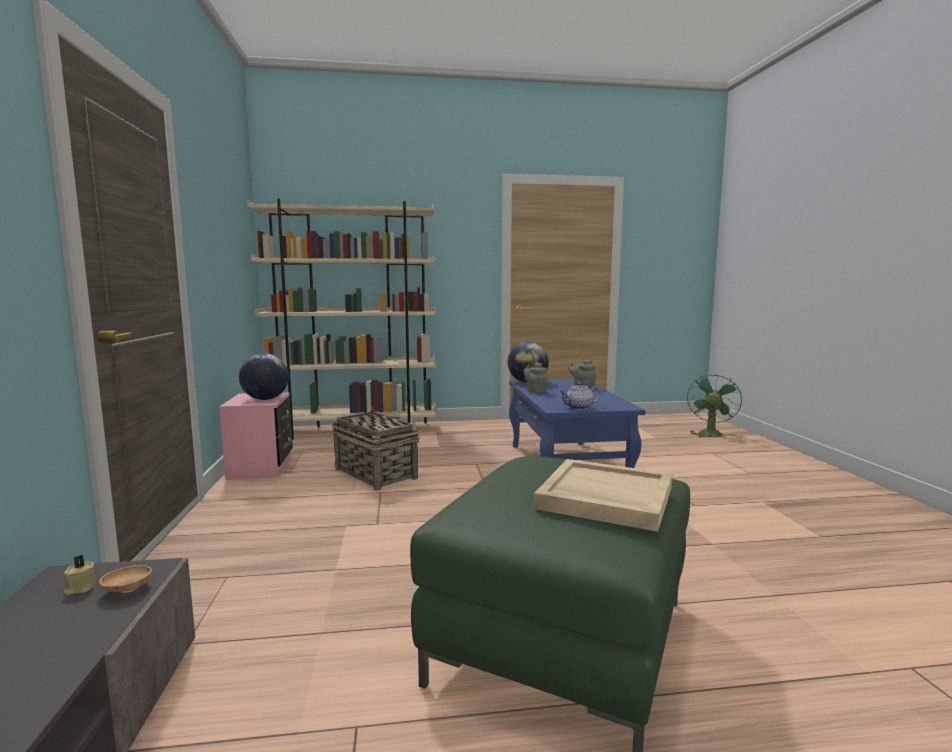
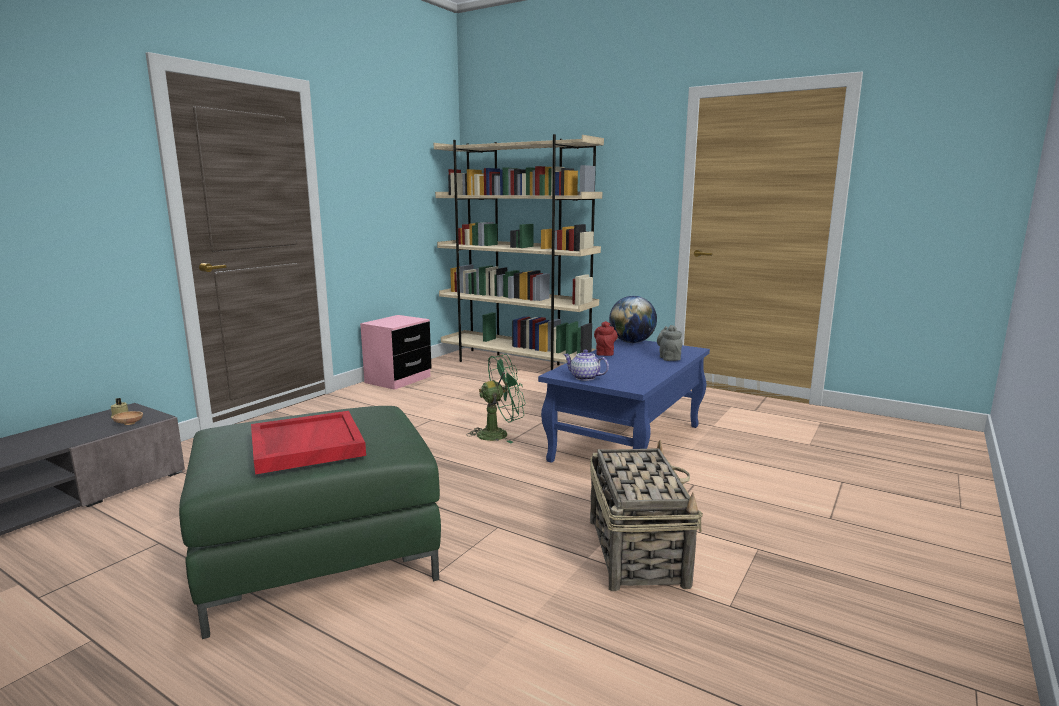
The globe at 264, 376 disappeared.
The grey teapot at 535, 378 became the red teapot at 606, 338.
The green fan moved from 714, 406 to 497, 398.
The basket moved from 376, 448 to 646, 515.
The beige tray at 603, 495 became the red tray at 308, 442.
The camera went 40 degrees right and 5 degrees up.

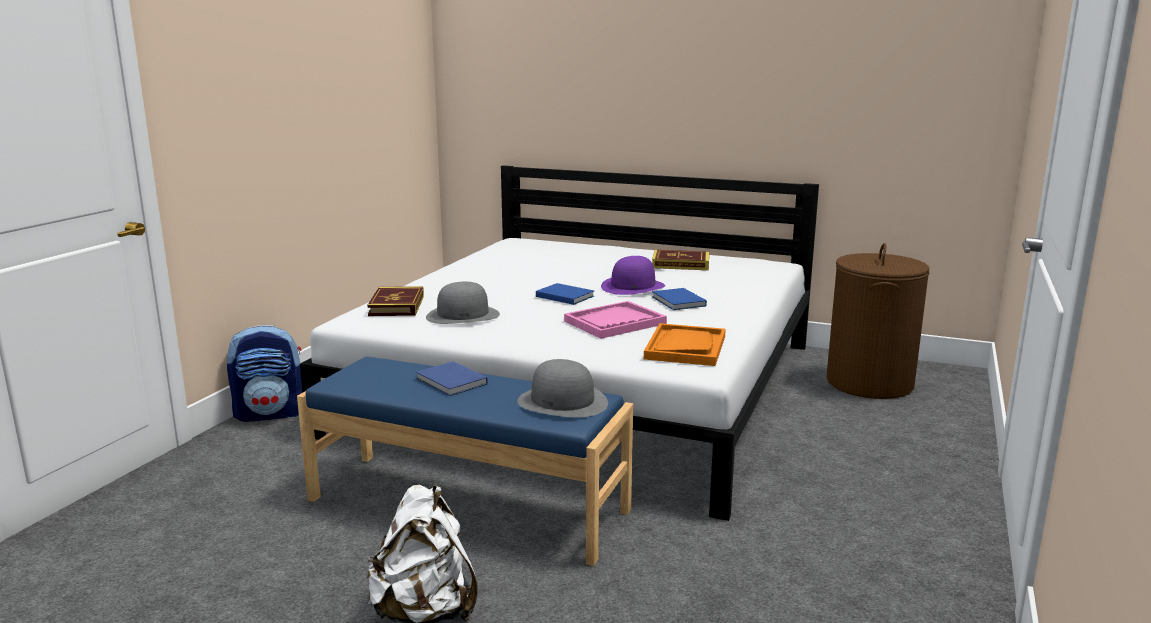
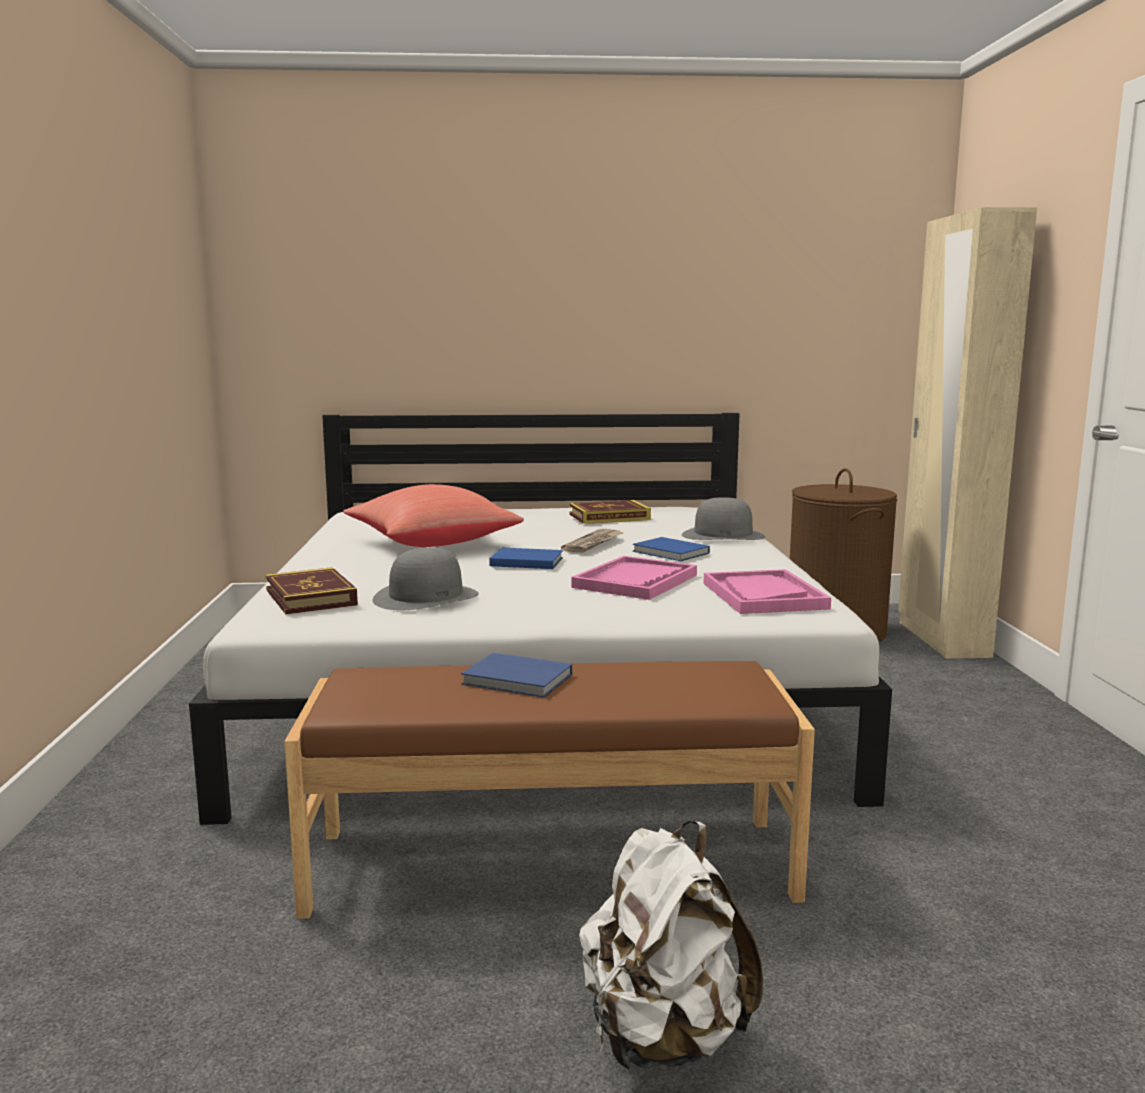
The purple hat at 633, 275 was replaced by the newspaper at 592, 541.
The orange tray at 685, 344 became the pink tray at 767, 591.
The backpack at 265, 373 disappeared.
The blue bench at 465, 461 became the brown bench at 549, 790.
The grey hat moved from 562, 388 to 723, 518.
The beige wardrobe at 967, 433 appeared.
The red pillow at 434, 515 appeared.
The camera went 25 degrees left and 5 degrees down.

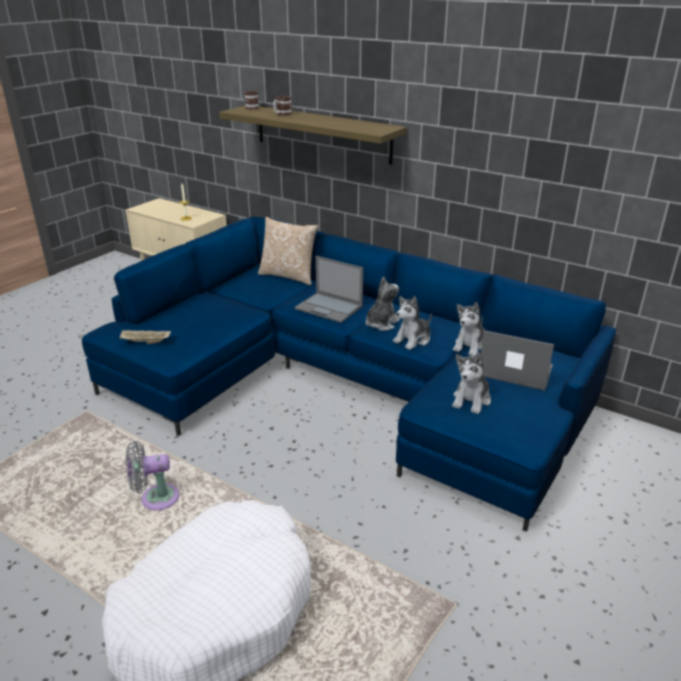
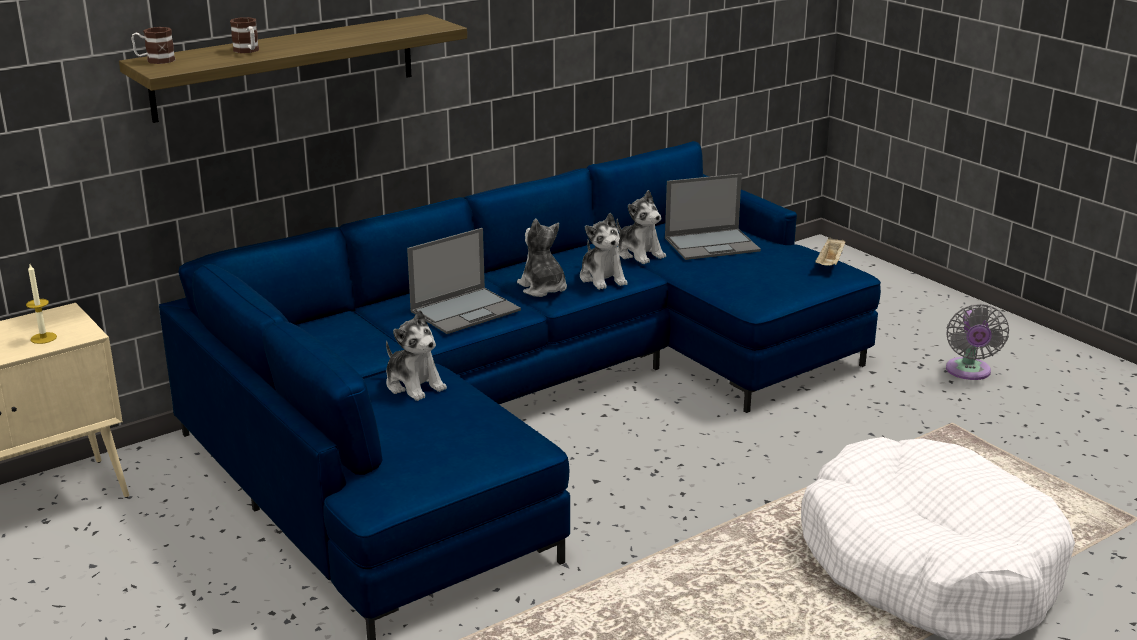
The pillow at 288, 251 disappeared.
The beige tray moved from 145, 337 to 830, 251.
The laptop at 517, 360 turned 150 degrees counterclockwise.
The plush toy moved from 471, 383 to 416, 355.
The grey fan moved from 153, 475 to 977, 342.
The camera went 70 degrees left and 5 degrees down.

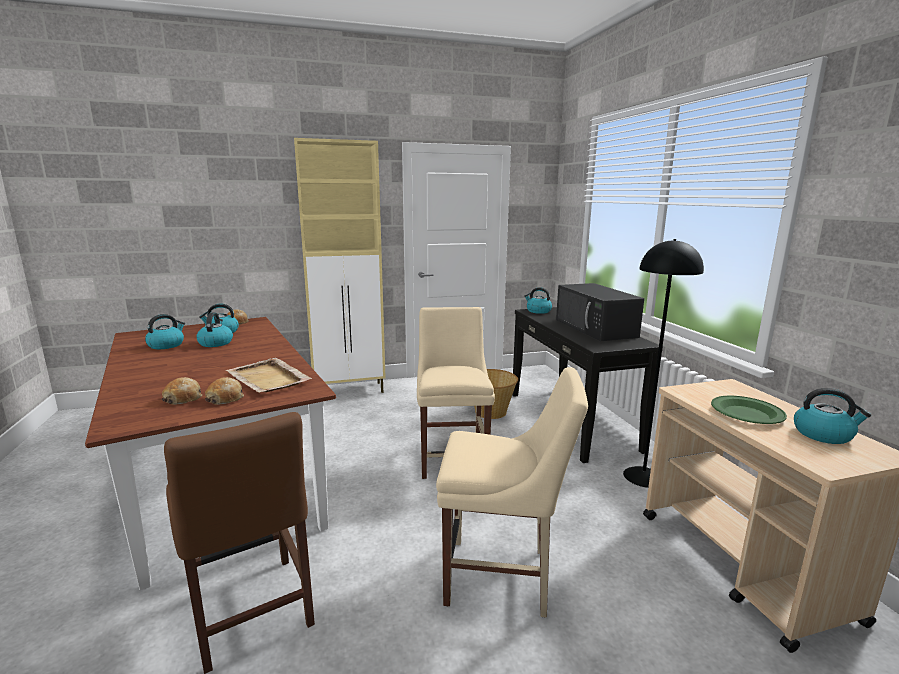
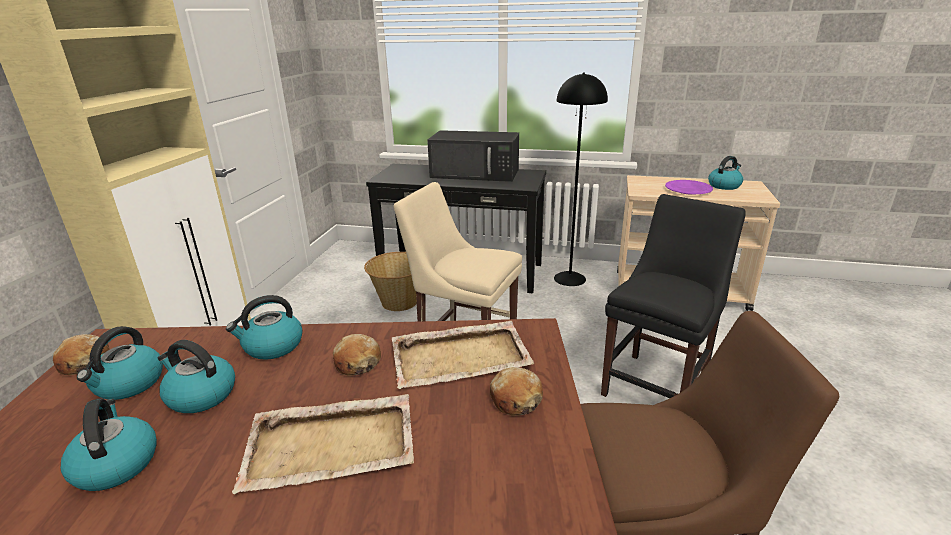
The kettle moved from 538, 300 to 264, 327.
The beige chair at 512, 492 became the black chair at 673, 296.
The bread moved from 182, 391 to 357, 355.
The green plate at 749, 410 became the purple plate at 689, 187.
The beige tray at 323, 444 appeared.
The camera went 60 degrees left and 10 degrees up.

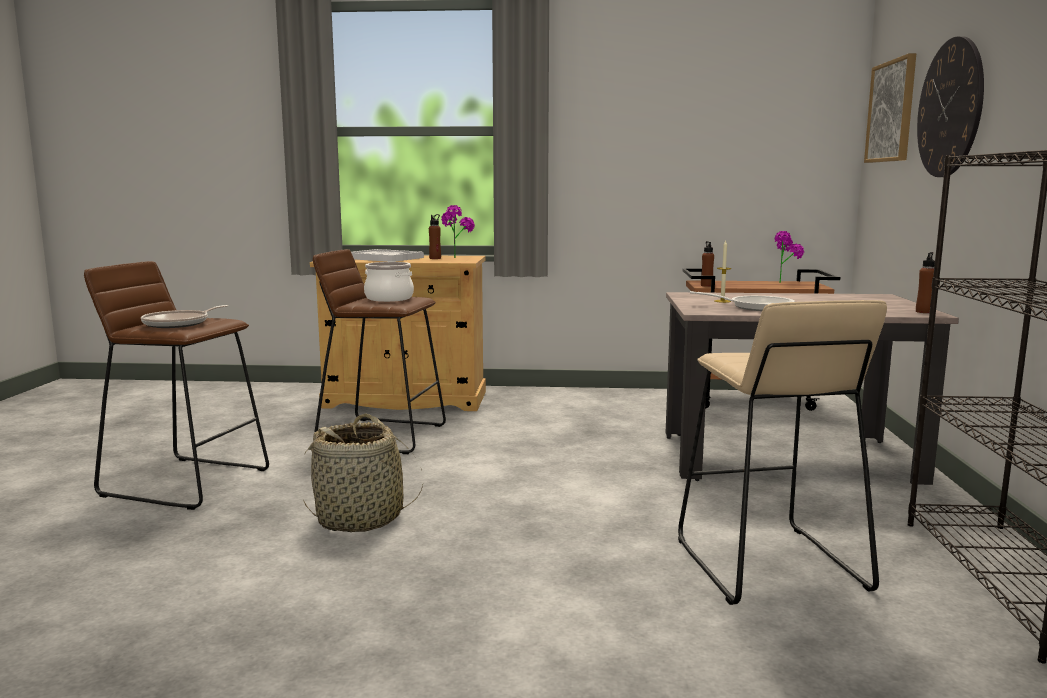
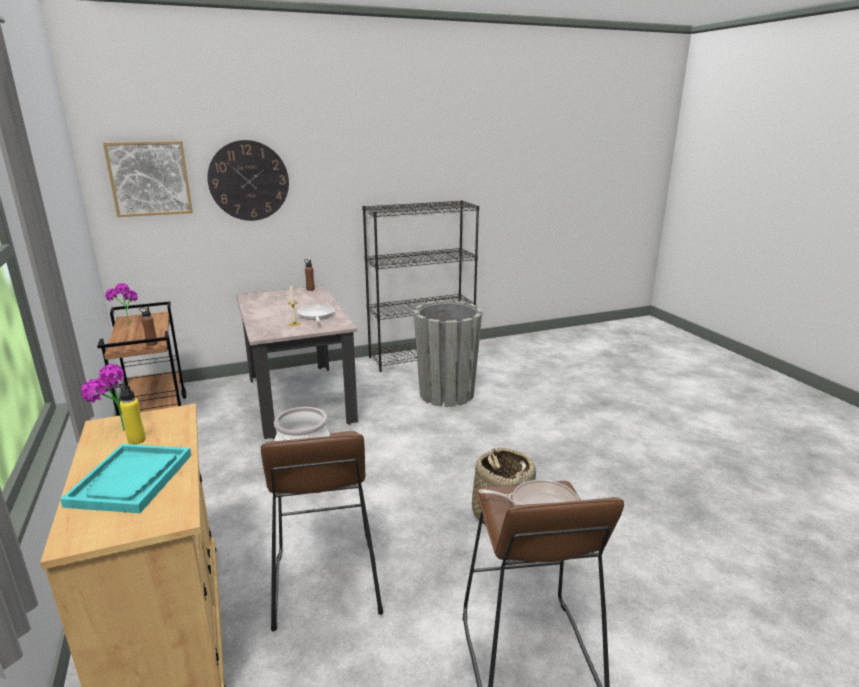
The brown bottle at 435, 236 became the yellow bottle at 132, 414.
The white tray at 387, 255 became the turquoise tray at 125, 478.
The beige stool at 782, 452 was replaced by the grey planter at 447, 354.
The camera went 115 degrees left and 10 degrees up.

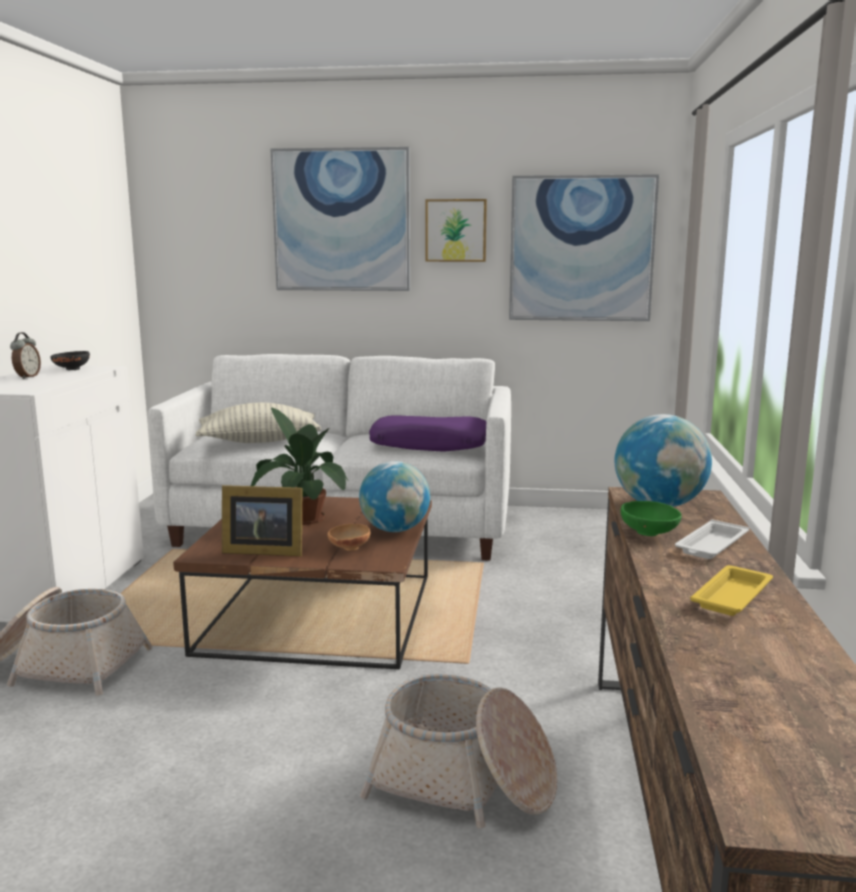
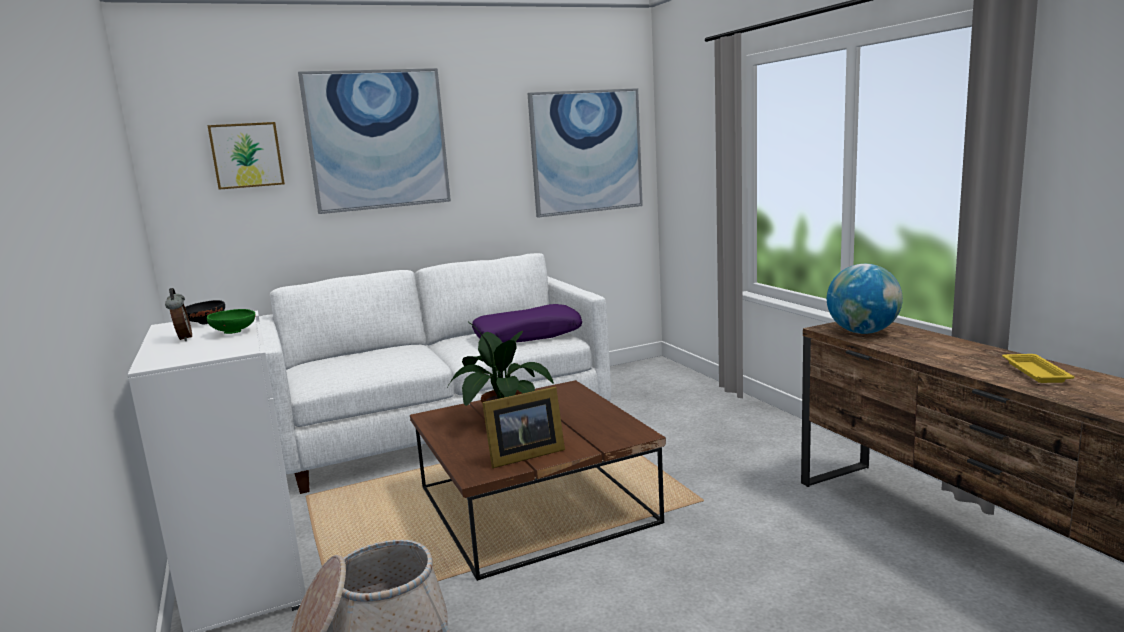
The picture moved from 456, 230 to 246, 156.
The pillow at 258, 423 disappeared.
The globe at 394, 496 disappeared.
The green bowl moved from 651, 518 to 231, 321.
The white tray at 712, 539 disappeared.
The brown bowl at 349, 537 disappeared.
The basket at 458, 751 disappeared.
The camera went 30 degrees left and 0 degrees up.

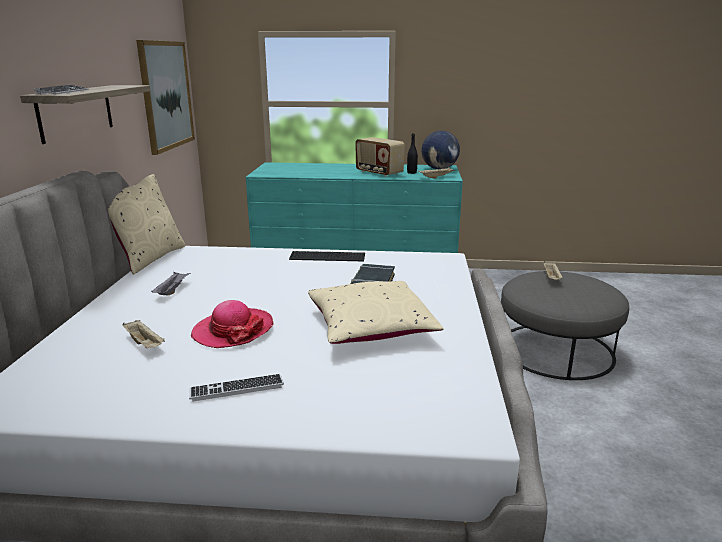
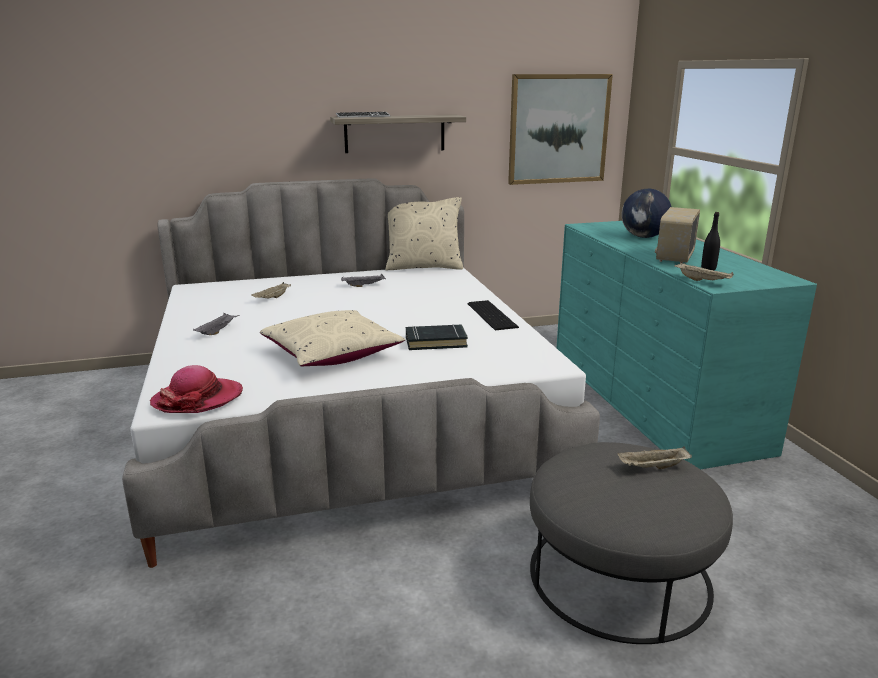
The globe moved from 441, 150 to 646, 213.
The hat moved from 232, 324 to 196, 389.
The keyboard at 236, 388 was replaced by the grey tray at 216, 323.
The camera went 70 degrees right and 0 degrees up.

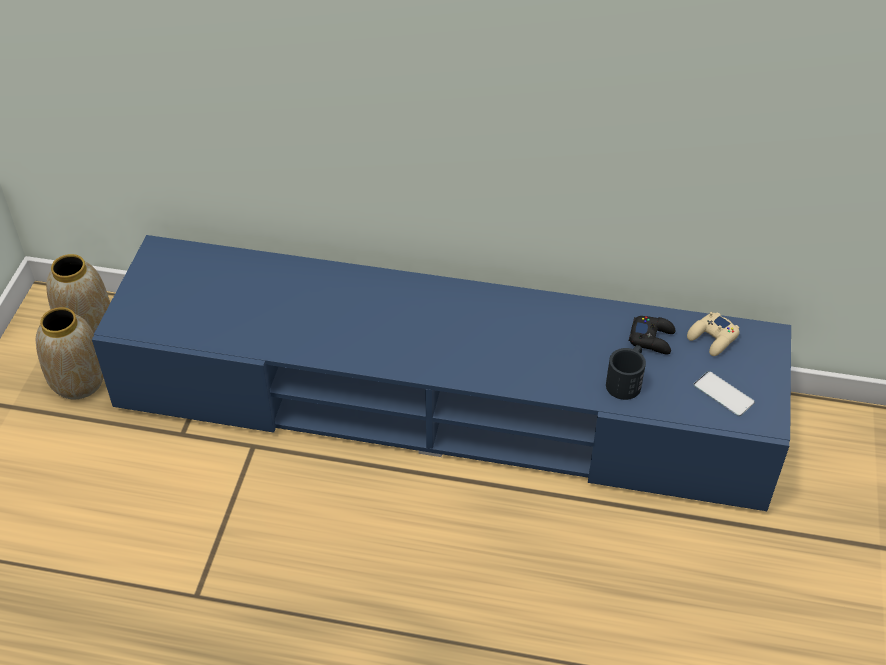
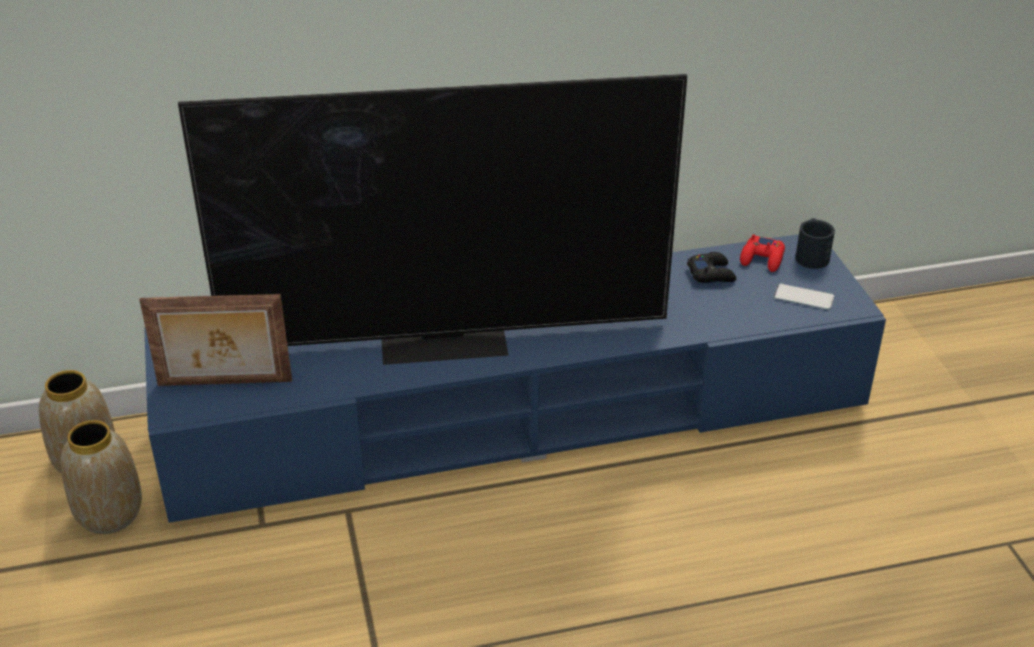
The beige game controller at 713, 334 became the red game controller at 762, 253.
The black mug moved from 626, 372 to 815, 243.
The television at 432, 219 appeared.
The picture frame at 215, 340 appeared.
The camera went 25 degrees left and 10 degrees down.

